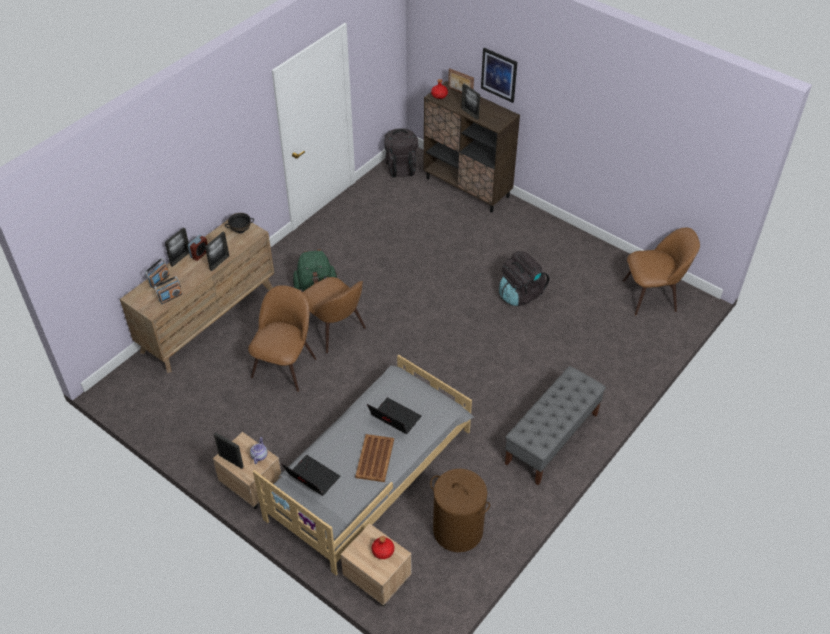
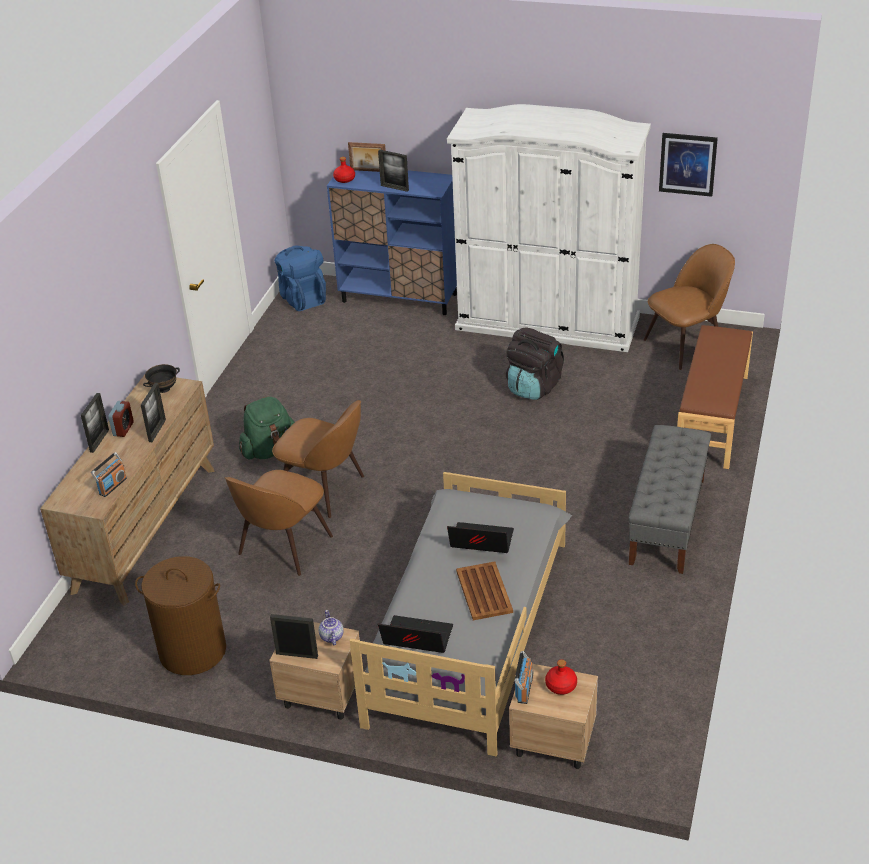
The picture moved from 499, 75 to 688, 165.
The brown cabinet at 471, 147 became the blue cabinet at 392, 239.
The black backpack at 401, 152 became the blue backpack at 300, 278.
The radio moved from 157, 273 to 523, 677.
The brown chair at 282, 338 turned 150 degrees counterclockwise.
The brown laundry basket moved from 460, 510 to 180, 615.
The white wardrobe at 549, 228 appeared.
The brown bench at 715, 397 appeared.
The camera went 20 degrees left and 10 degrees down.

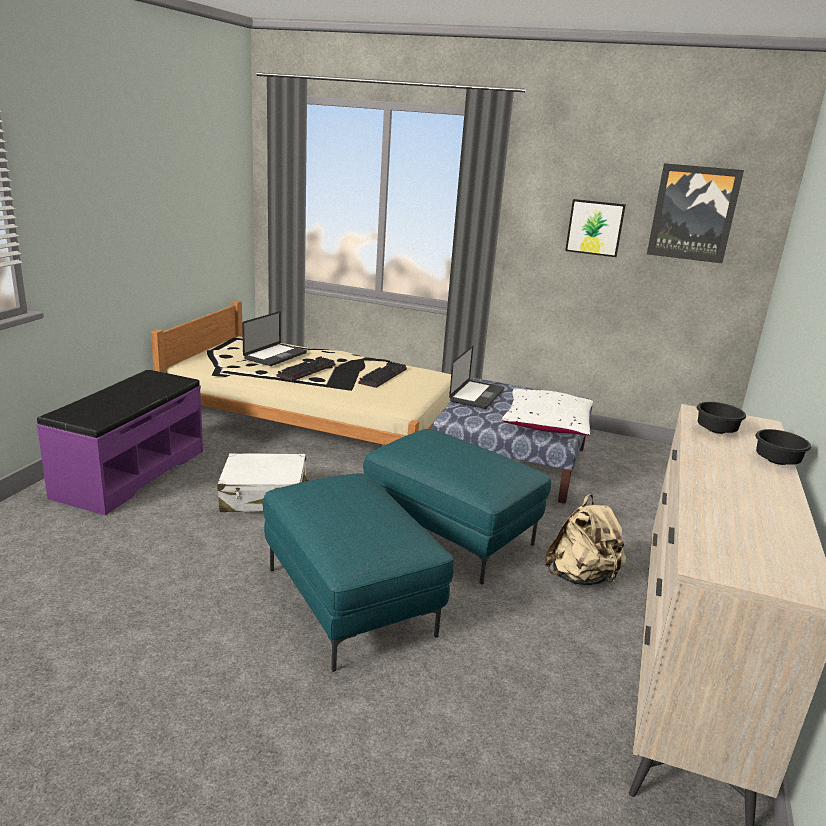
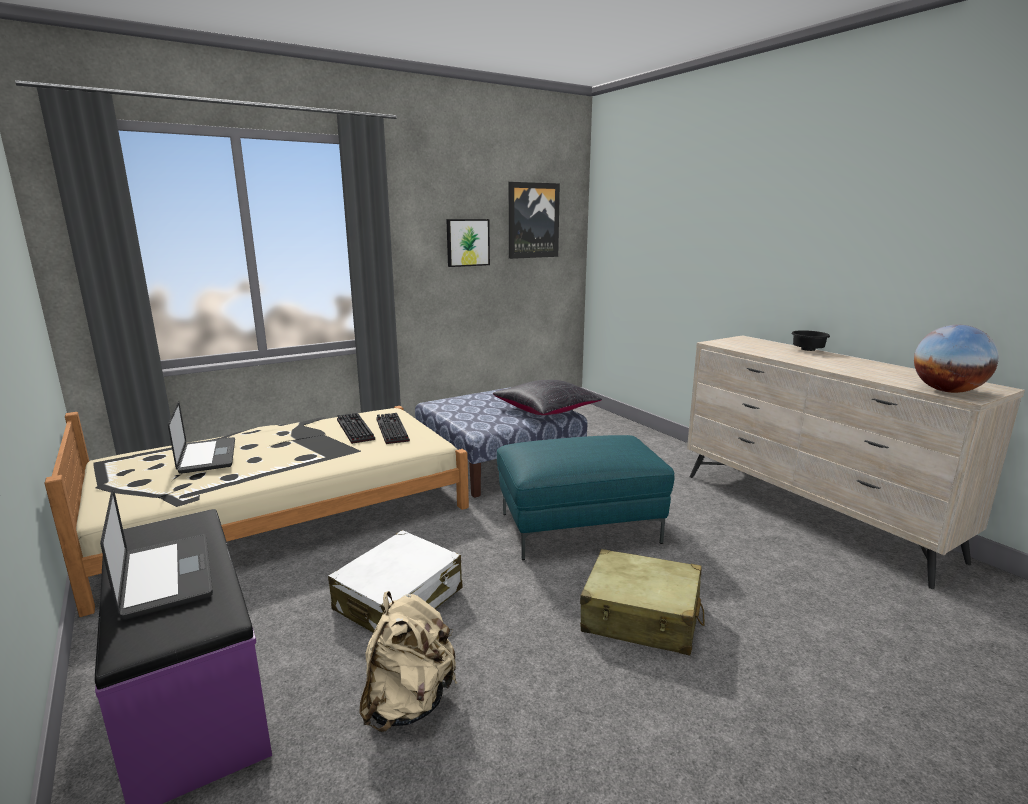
The laptop moved from 476, 377 to 156, 554.
The keyboard moved from 306, 368 to 393, 428.
The white pillow at 547, 412 became the black pillow at 547, 397.
The black bowl at 721, 418 disappeared.
The turquoise ottoman at 358, 572 was replaced by the beige suitcase at 642, 602.
The beige backpack moved from 585, 540 to 408, 661.
The globe at 956, 359 appeared.
The camera went 50 degrees left and 5 degrees down.

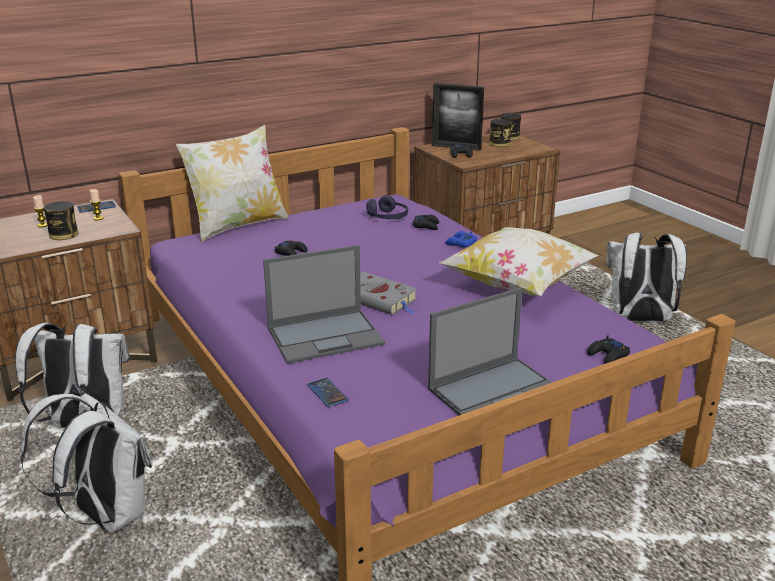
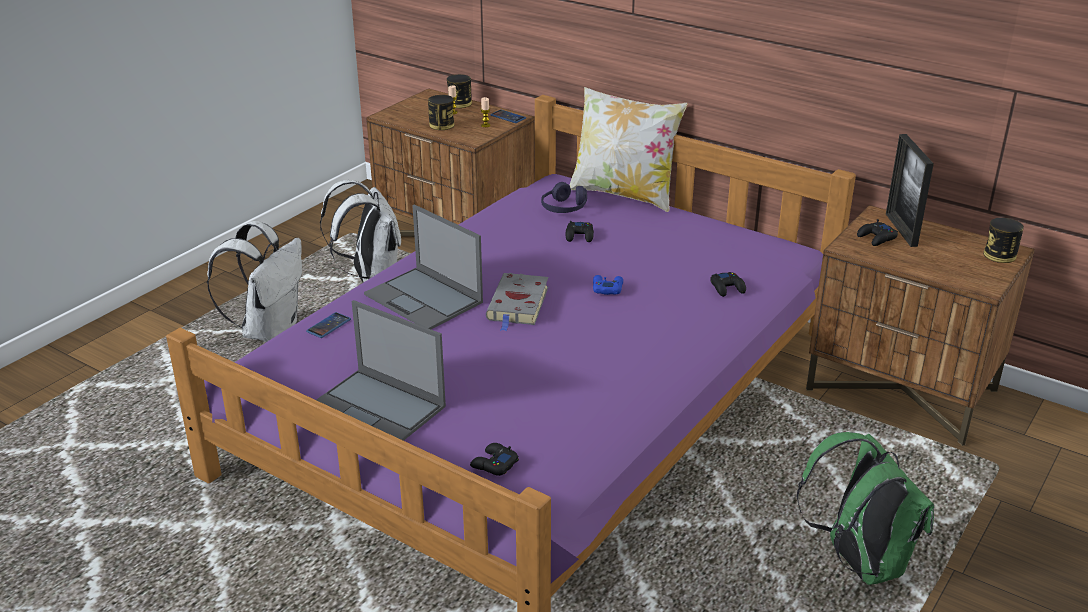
The can moved from 500, 133 to 459, 91.
The purple headphones moved from 387, 207 to 564, 197.
The pillow at 519, 261 disappeared.
The blue game controller moved from 461, 239 to 608, 285.
The white backpack at 647, 277 became the green backpack at 865, 508.
The camera went 65 degrees right and 5 degrees up.

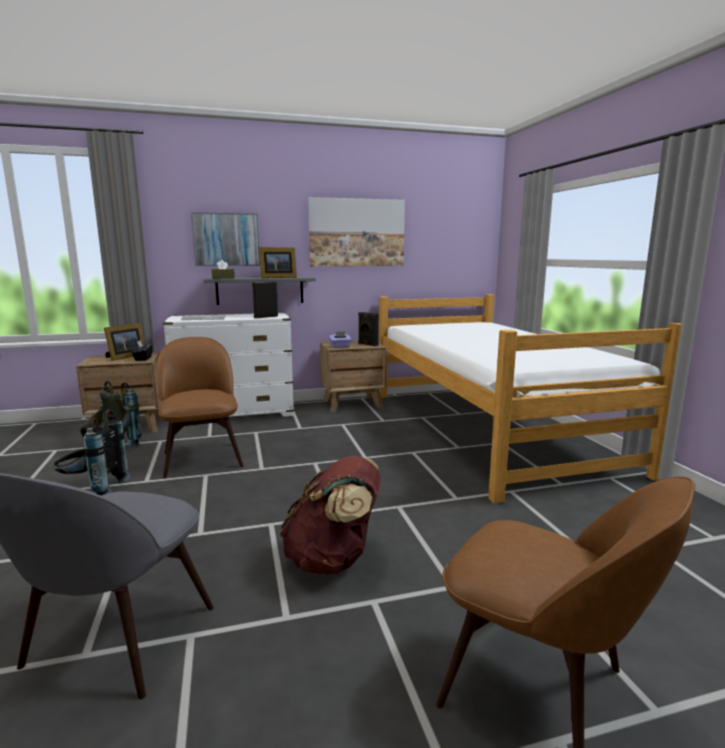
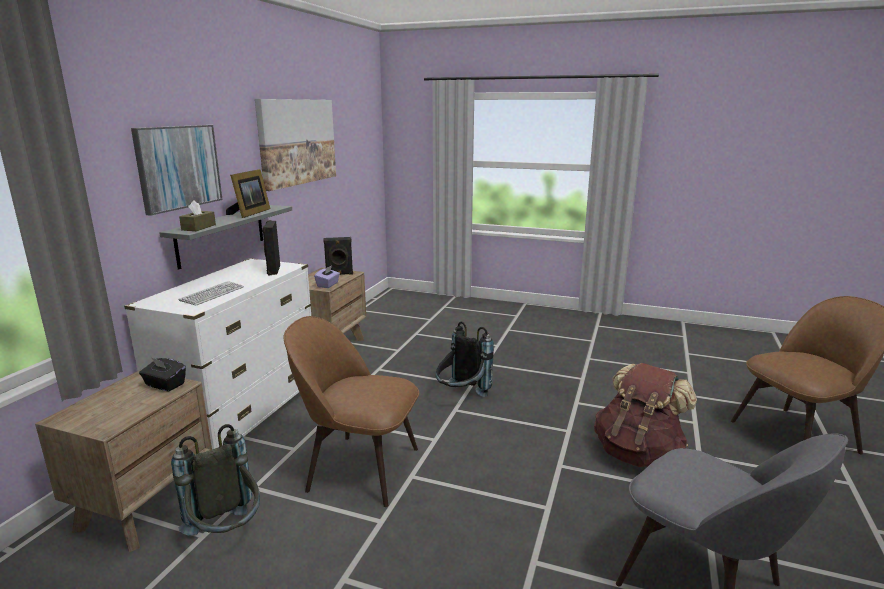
The bed at 530, 399 disappeared.
The picture frame at 124, 342 disappeared.
The black backpack moved from 91, 452 to 464, 359.
The camera went 55 degrees left and 5 degrees up.

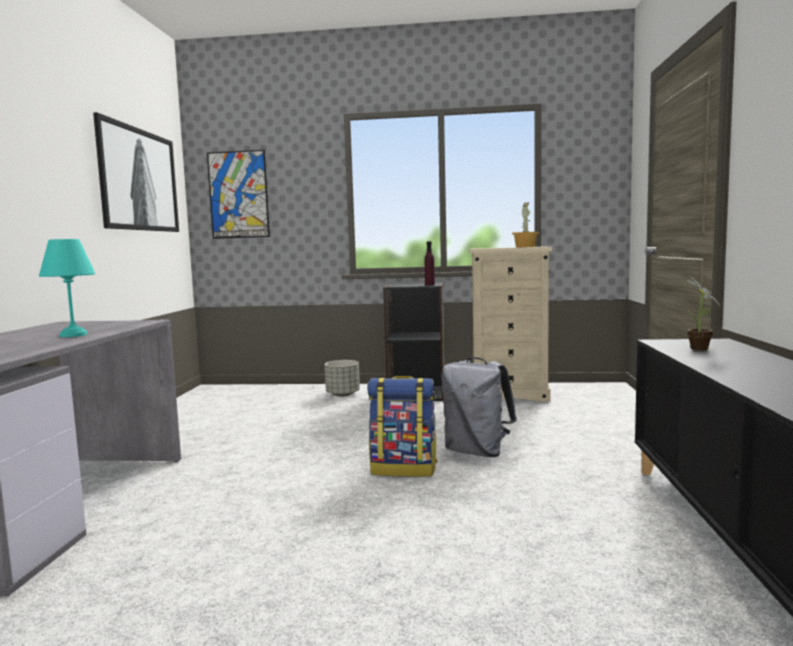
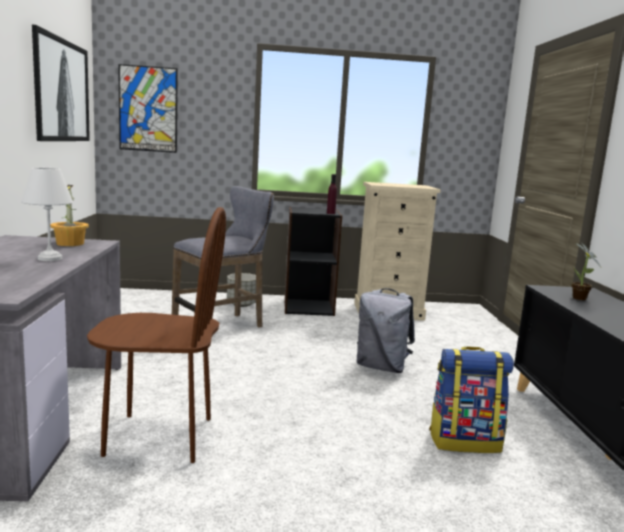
The potted plant moved from 525, 224 to 69, 215.
The turquoise table lamp at 67, 288 became the white table lamp at 47, 214.
The backpack moved from 402, 426 to 471, 399.
The grey stool at 223, 256 appeared.
The brown chair at 156, 335 appeared.
The camera went 10 degrees left and 5 degrees up.

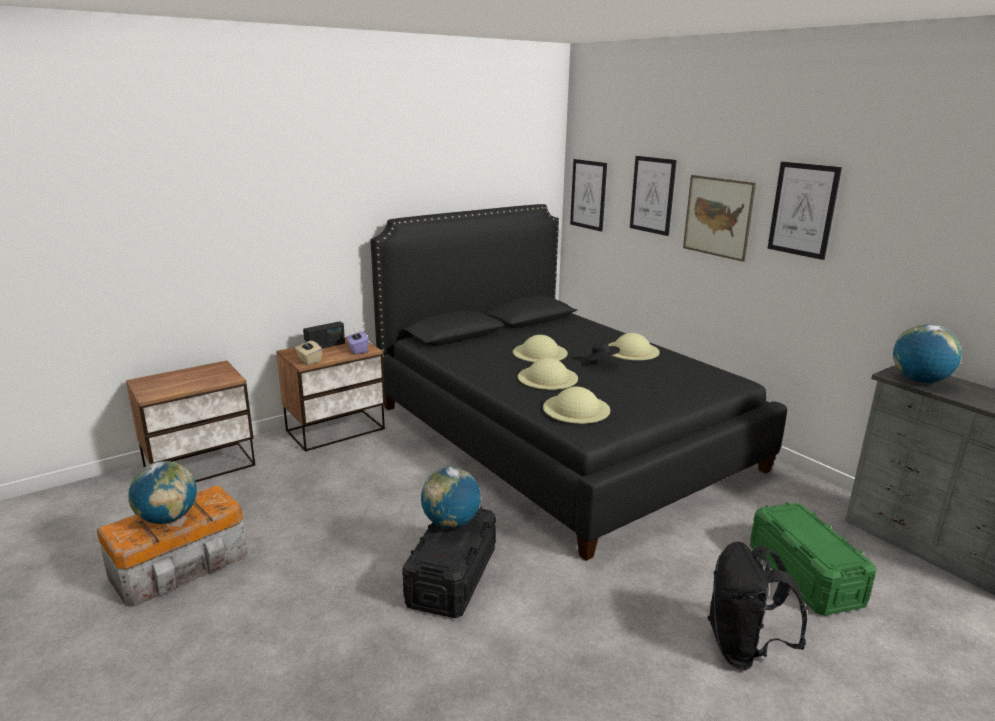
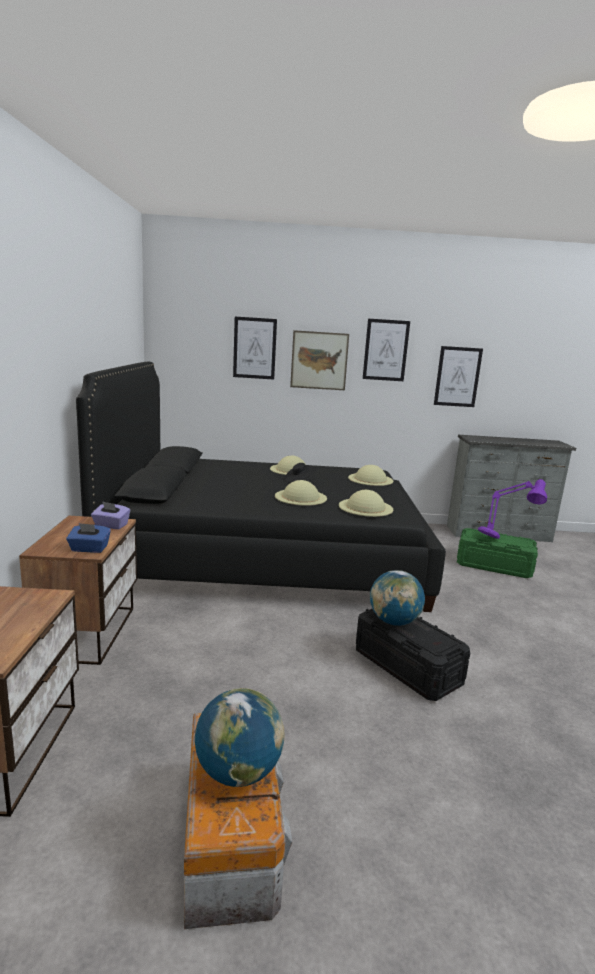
The picture moved from 588, 195 to 458, 376.
The radio at 324, 334 disappeared.
The globe at 927, 353 disappeared.
The beige hat moved from 540, 348 to 370, 475.
The beige tissue box at 308, 352 became the blue tissue box at 88, 538.
The black backpack at 757, 606 disappeared.
The purple table lamp at 512, 509 appeared.
The camera went 55 degrees left and 5 degrees down.

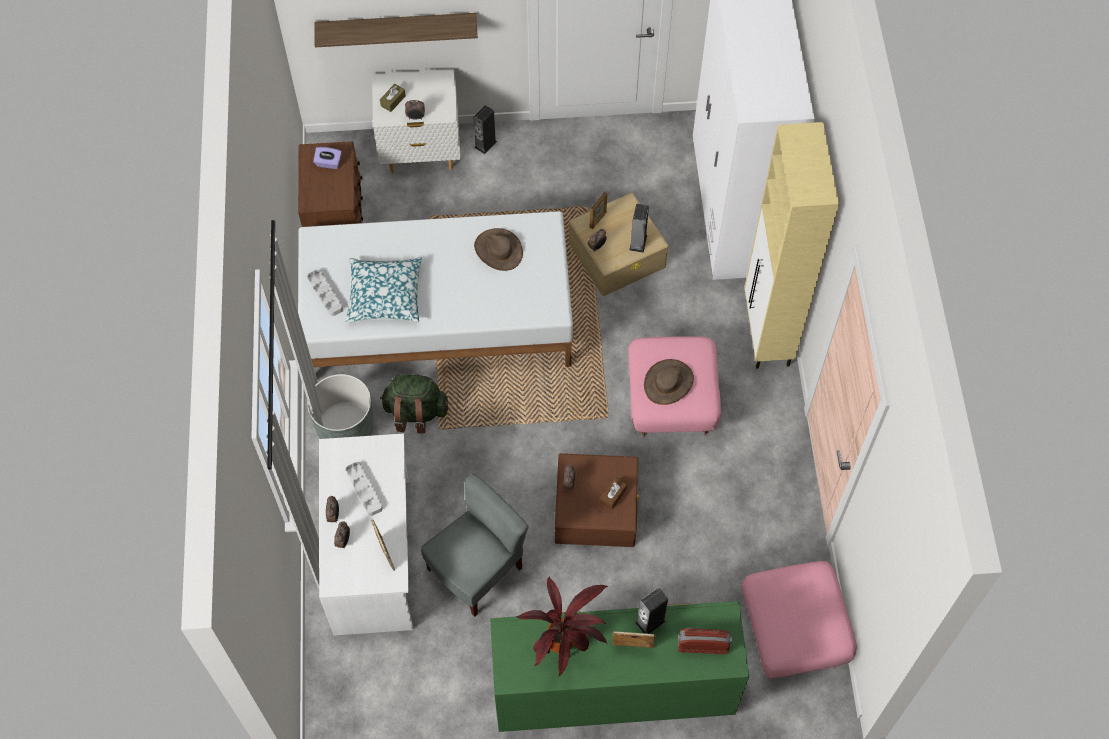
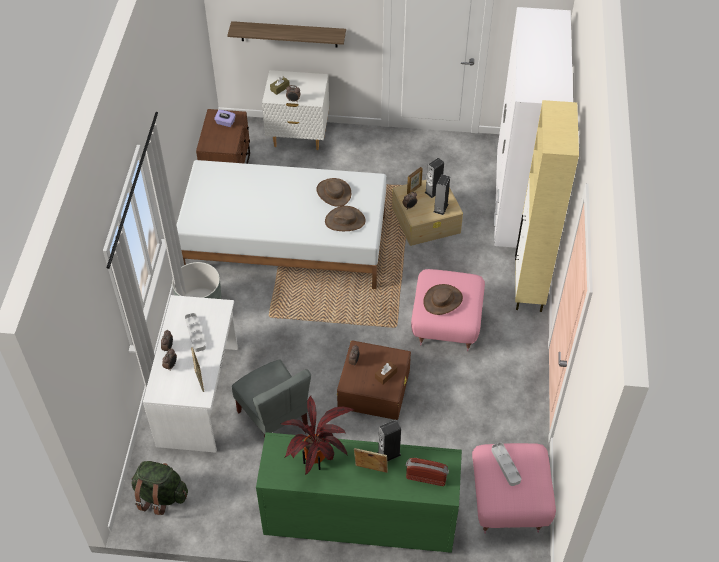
The speaker moved from 485, 129 to 434, 178.
The pillow at 383, 290 disappeared.
The grey tray moved from 325, 292 to 507, 464.
The green backpack moved from 414, 403 to 159, 488.
The grey chair at 475, 545 turned 90 degrees clockwise.
The brown hat at 345, 218 appeared.
The camera went 10 degrees right and 10 degrees down.

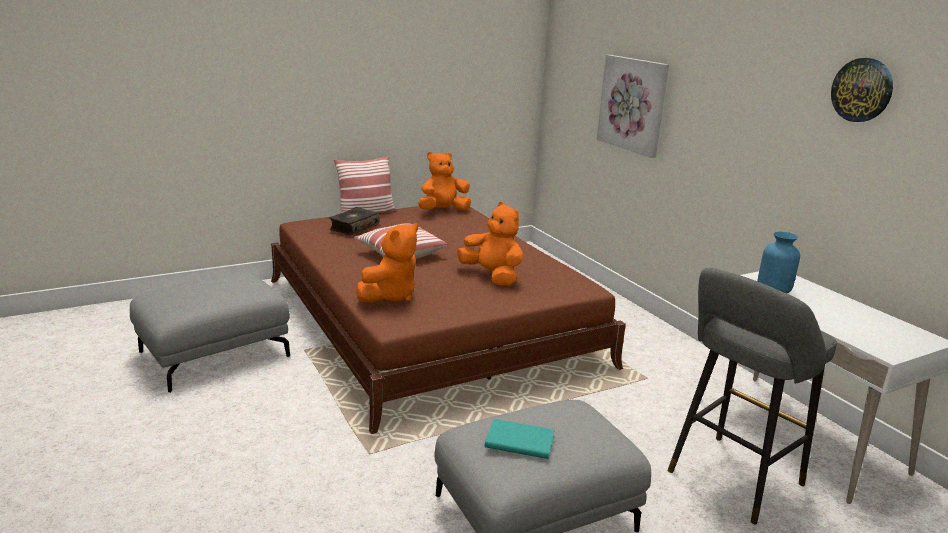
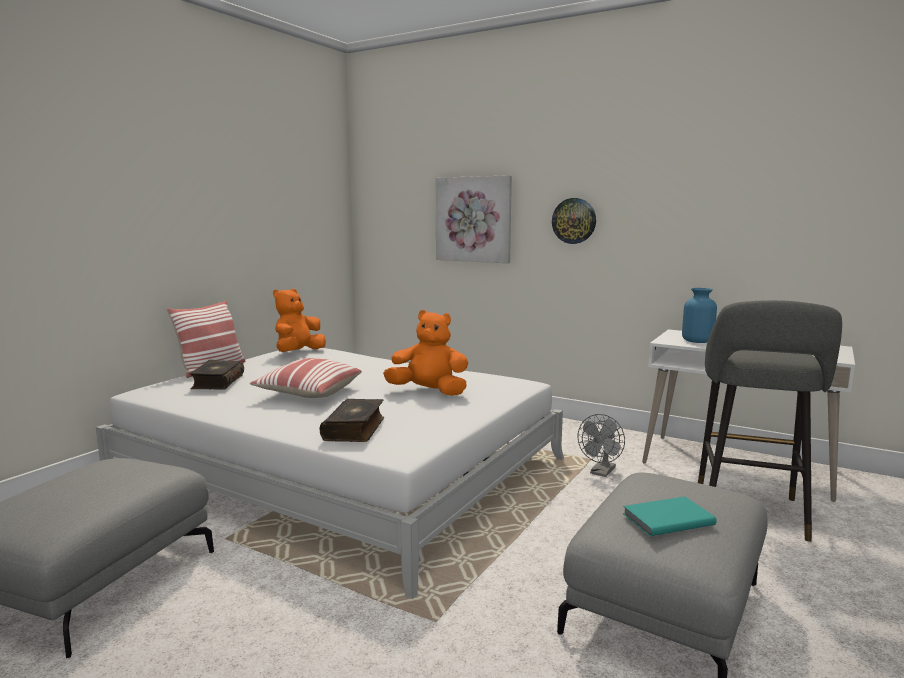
The wall clock moved from 862, 90 to 574, 221.
The brown bed at 448, 319 became the white bed at 330, 472.
The orange plush toy at 387, 263 was replaced by the book at 352, 420.
The grey fan at 601, 445 appeared.
The camera went 30 degrees left and 10 degrees down.

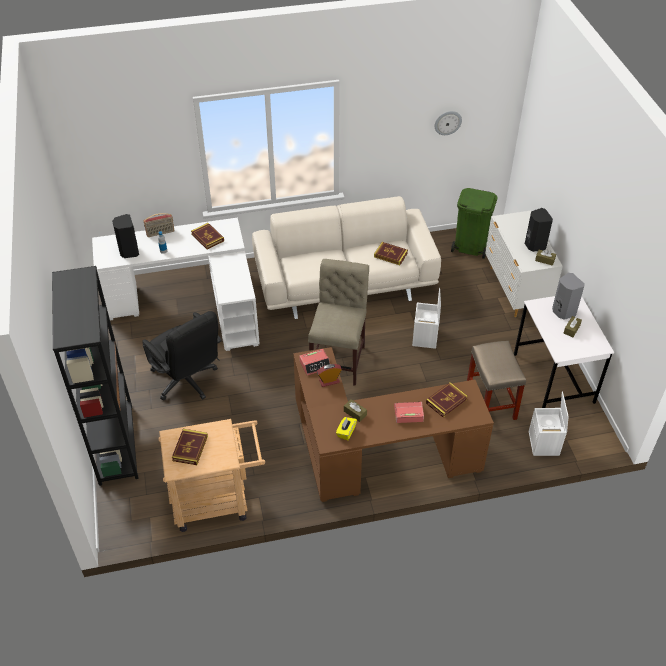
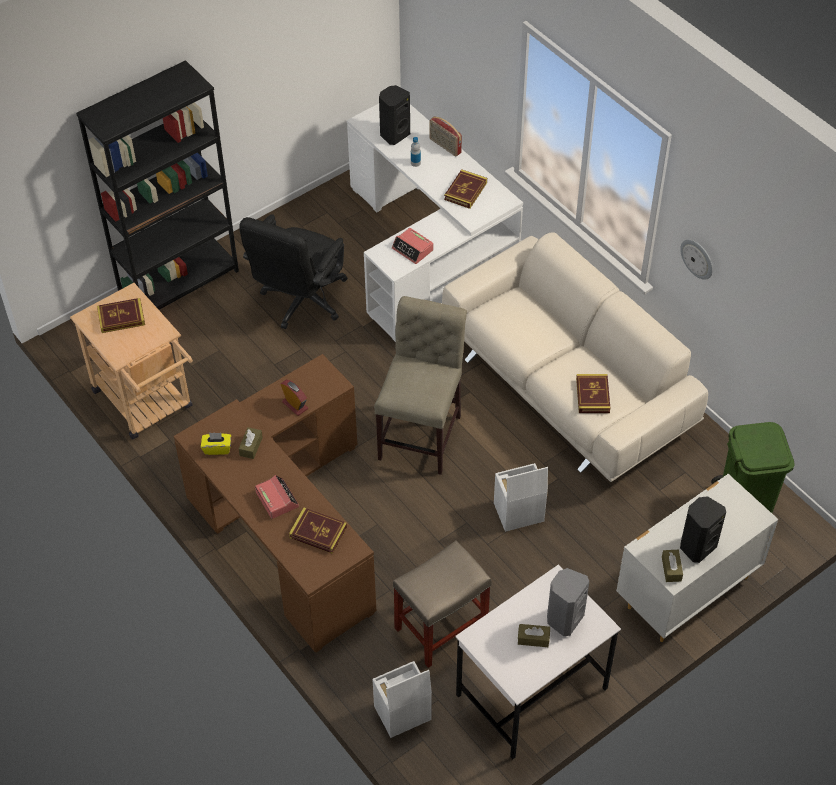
The wall clock moved from 448, 123 to 696, 259.
The beige chair at 338, 322 turned 60 degrees counterclockwise.
The alarm clock moved from 314, 362 to 412, 246.
The camera went 65 degrees right and 5 degrees up.

